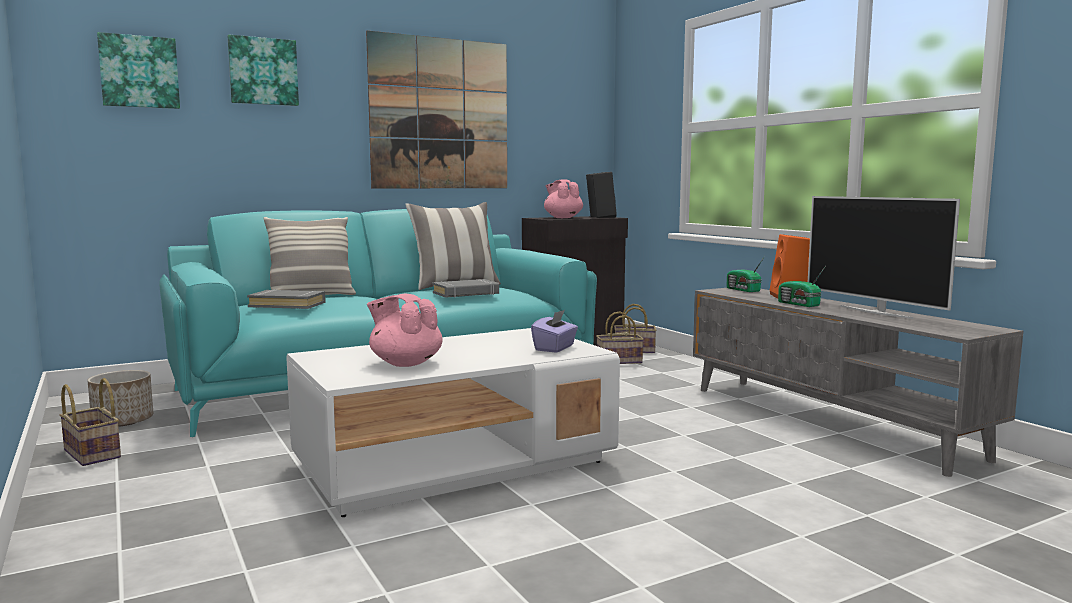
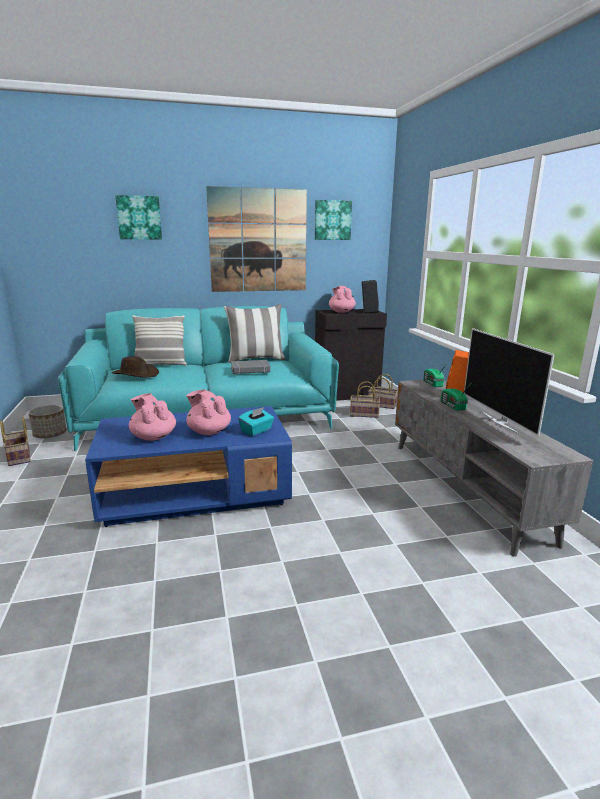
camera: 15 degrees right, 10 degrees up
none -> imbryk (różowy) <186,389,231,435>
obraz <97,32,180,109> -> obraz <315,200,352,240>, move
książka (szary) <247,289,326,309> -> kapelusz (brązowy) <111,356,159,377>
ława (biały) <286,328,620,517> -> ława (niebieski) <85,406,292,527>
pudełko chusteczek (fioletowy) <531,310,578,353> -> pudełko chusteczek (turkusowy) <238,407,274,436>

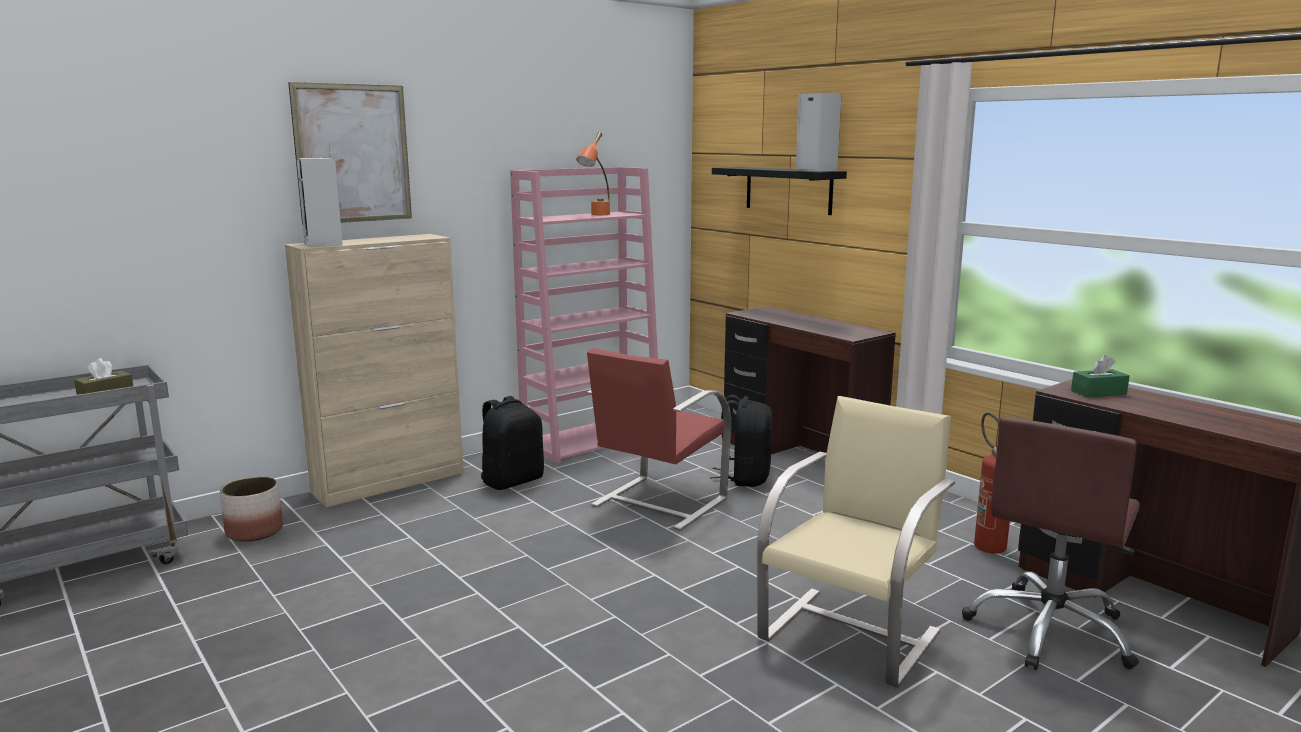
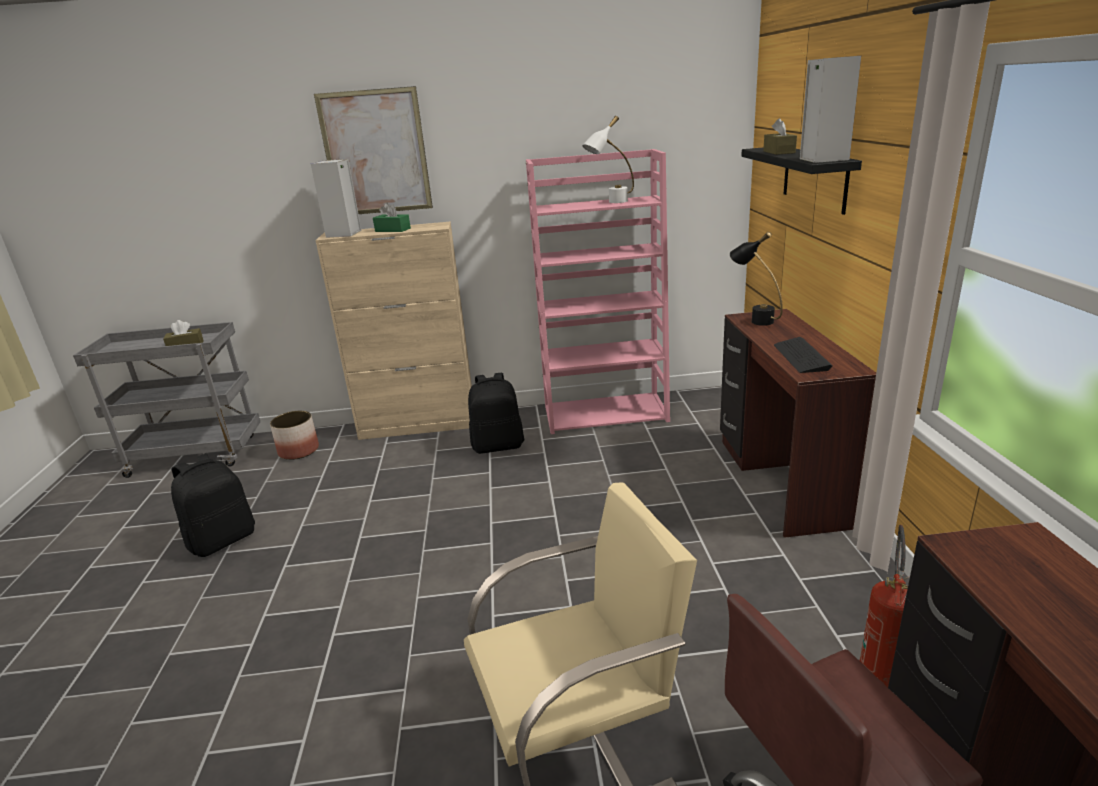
camera: 35 degrees right, 10 degrees up
krzesło (czerwony) <587,348,731,531> -> none
none -> lampa stołowa (czarny) <730,232,783,326>
none -> pudełko chusteczek (brązowy) <763,118,797,155>
none -> klawiatura <774,337,832,373>
plecak (czarny) <710,395,772,487> -> plecak (czarny) <171,453,255,557>, move
pudełko chusteczek (zielony) <1071,355,1130,398> -> pudełko chusteczek (zielony) <373,202,411,232>, move
lampa stołowa (pomarańczowy) <576,132,610,215> -> lampa stołowa (biały) <582,116,634,203>

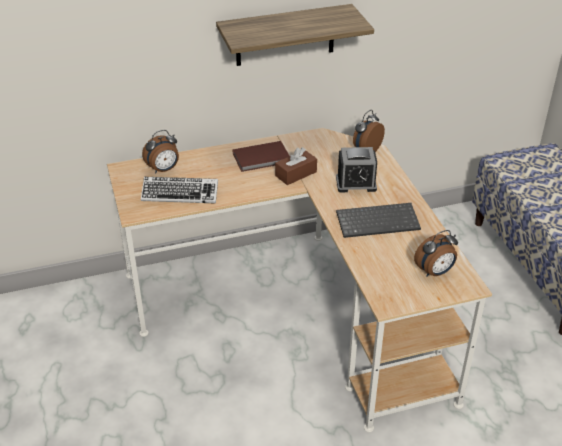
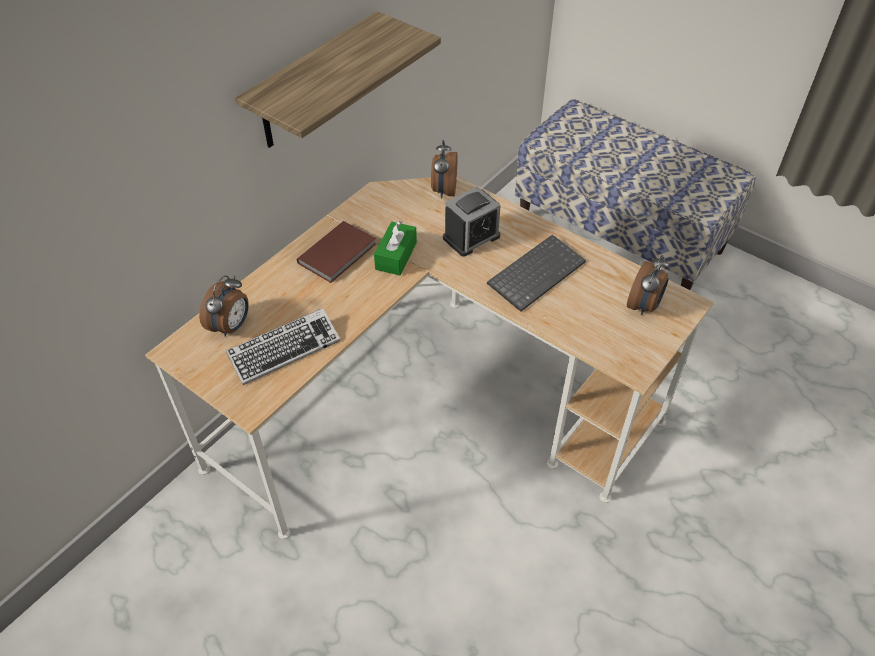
camera: 35 degrees left, 10 degrees up
pudełko chusteczek (brązowy) <275,147,317,185> -> pudełko chusteczek (zielony) <374,221,417,275>

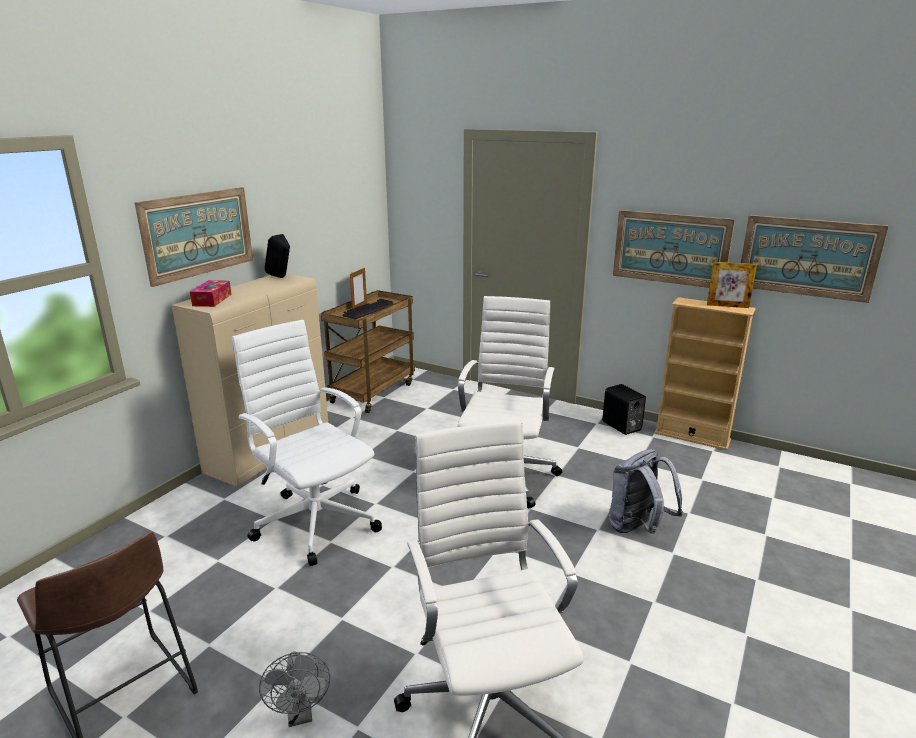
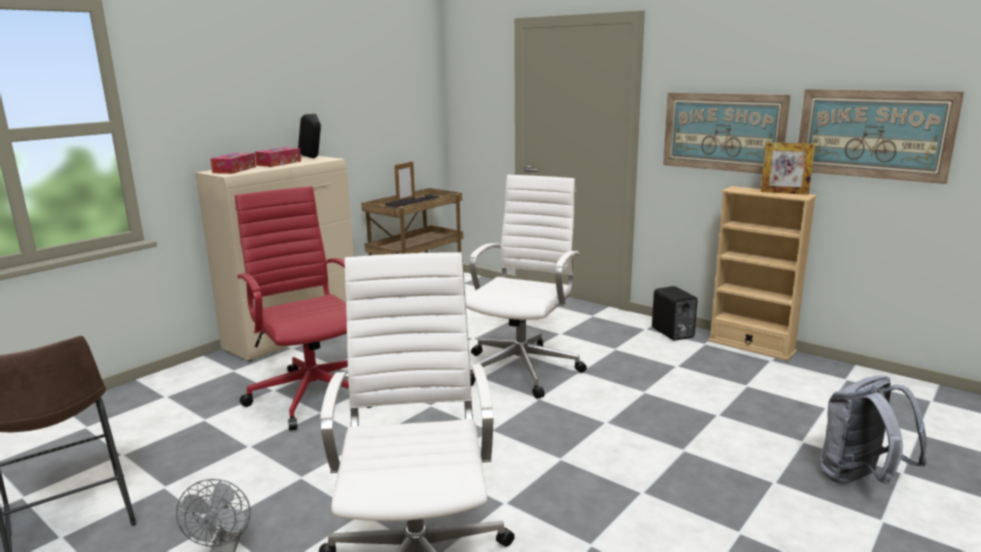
camera: 10 degrees right, 5 degrees down
obraz <135,187,253,287> -> none
none -> pudełko chusteczek <255,147,301,167>
plecak (szary) <609,449,683,534> -> plecak (szary) <820,376,927,484>, move
krzesło biurowe (biały) <232,319,382,566> -> krzesło biurowe (czerwony) <235,186,371,431>

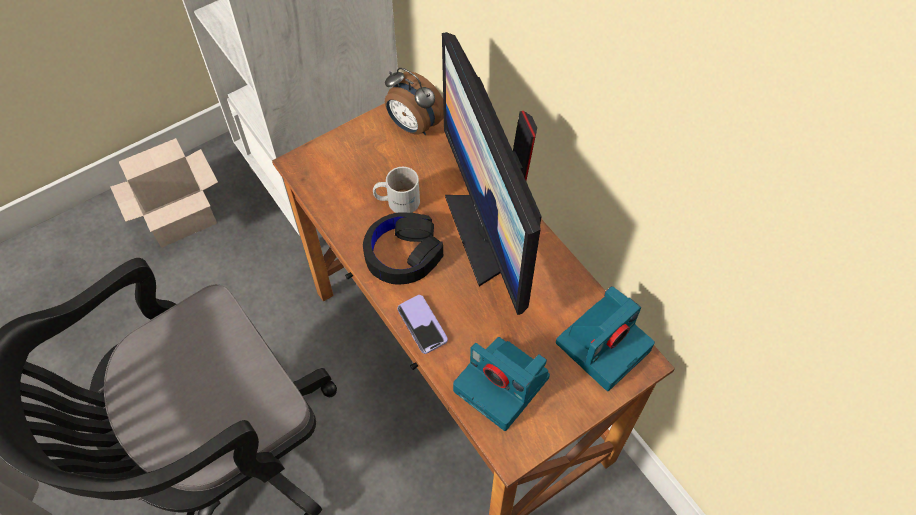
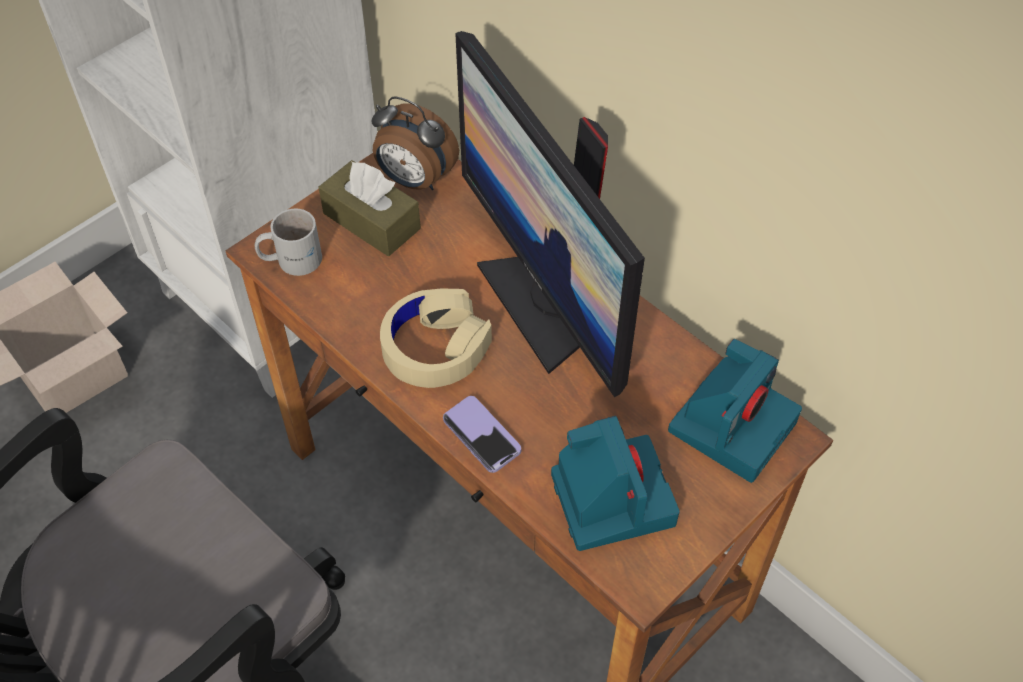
camera: 10 degrees left, 5 degrees down
none -> pudełko chusteczek (brązowy) <319,160,421,256>
kubek (biały) <373,167,420,213> -> kubek (biały) <254,208,322,276>, move
słuchawki (czarny) <363,212,443,285> -> słuchawki (beżowy) <380,288,492,388>
aparat fotograficzny <453,337,550,431> -> aparat fotograficzny <551,416,680,551>, 135 degrees counterclockwise

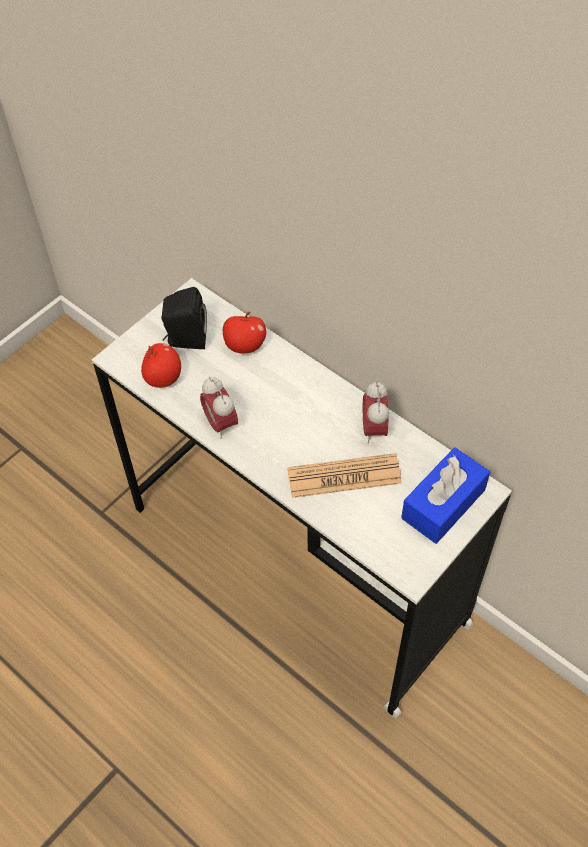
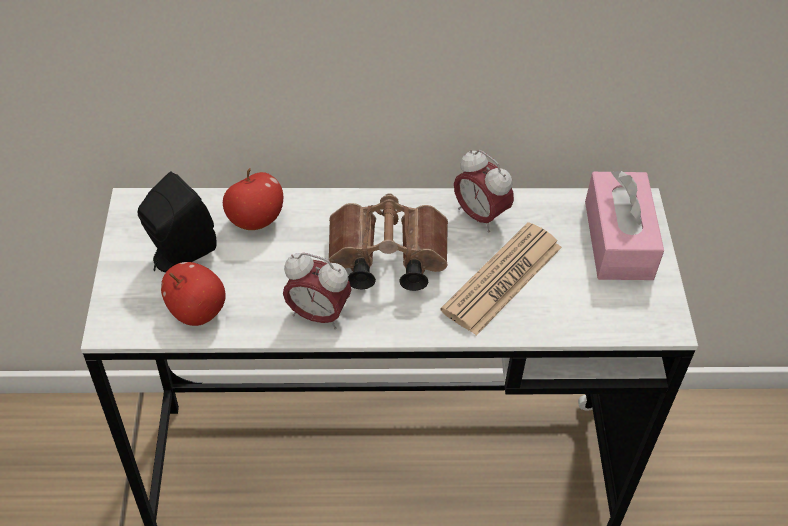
camera: 45 degrees left, 5 degrees down
none -> lornetka (brązowy) <328,193,448,291>
pudełko chusteczek (niebieski) <401,447,490,544> -> pudełko chusteczek (różowy) <585,170,664,280>

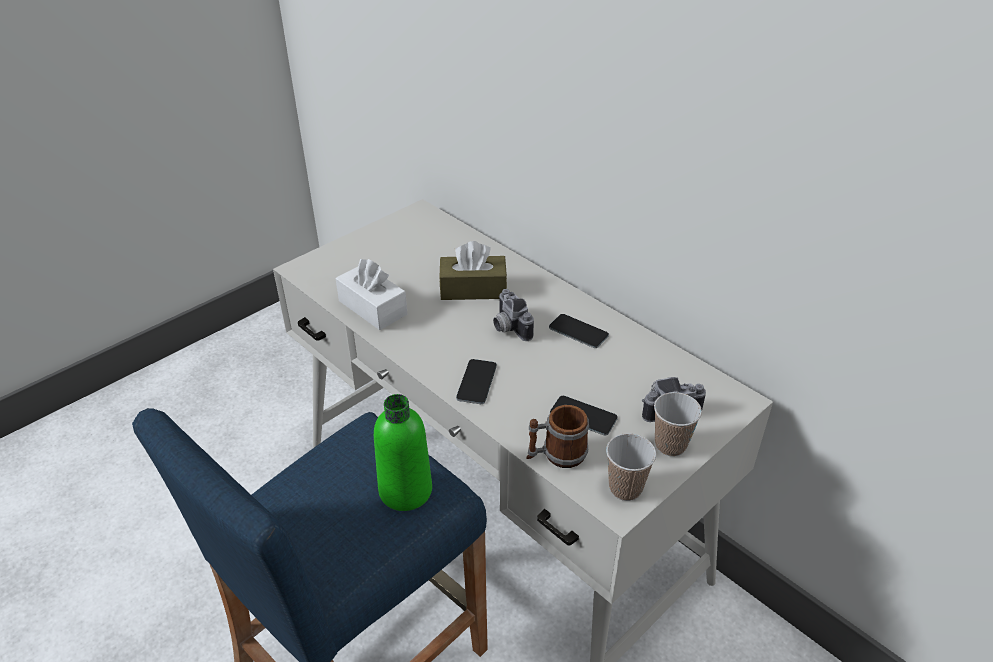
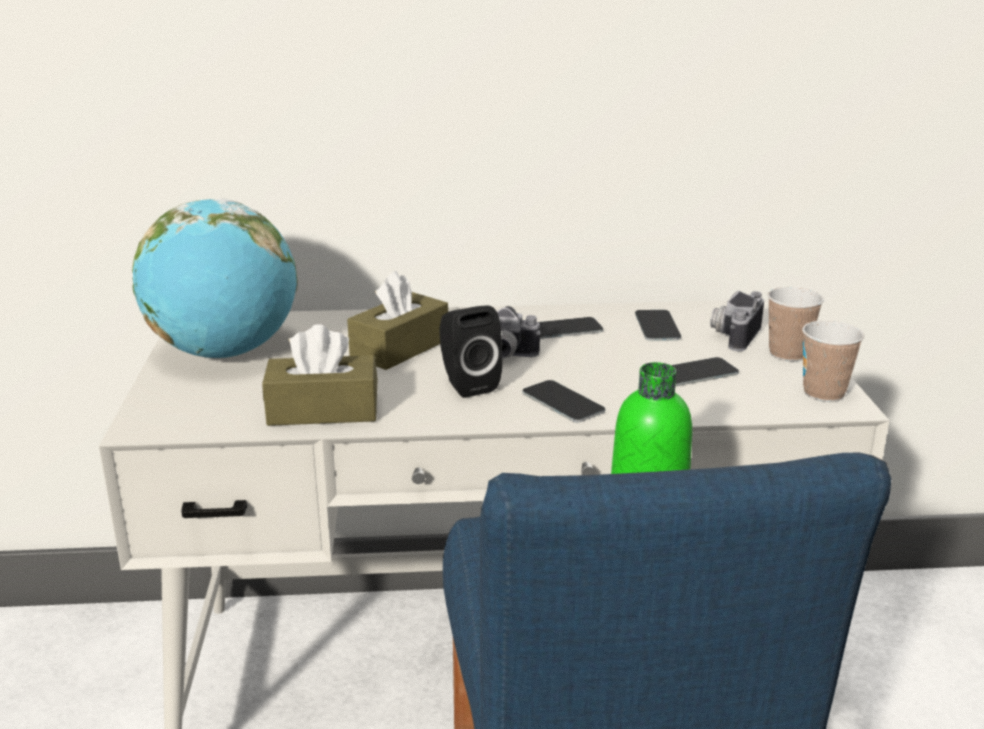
camera: 50 degrees left, 15 degrees down
kubek <526,405,589,468> -> none
none -> globus <132,199,298,358>
none -> głośnik (czarny) <440,306,502,398>
none -> telefon <635,310,681,341>
pudełko chusteczek (biały) <336,259,407,330> -> pudełko chusteczek (brązowy) <262,324,377,426>

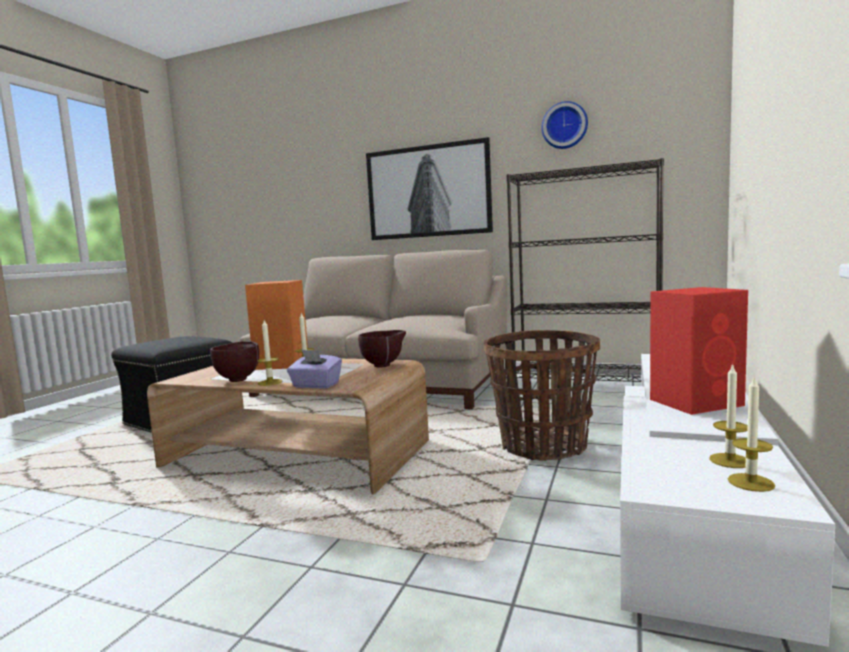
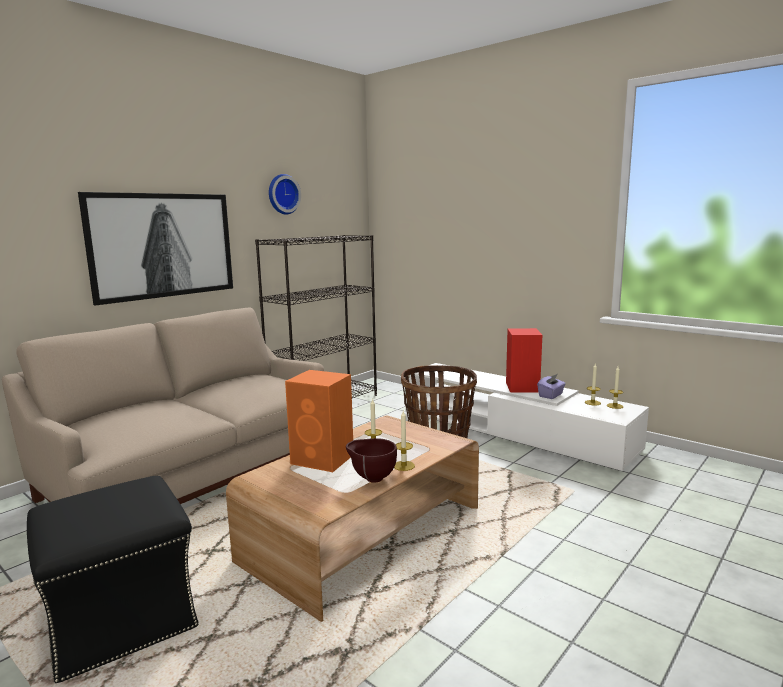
camera: 70 degrees left, 5 degrees up
miska (brązowy) <358,330,406,367> -> none
pudełko chusteczek (fioletowy) <287,349,342,389> -> pudełko chusteczek (fioletowy) <537,374,566,399>, move

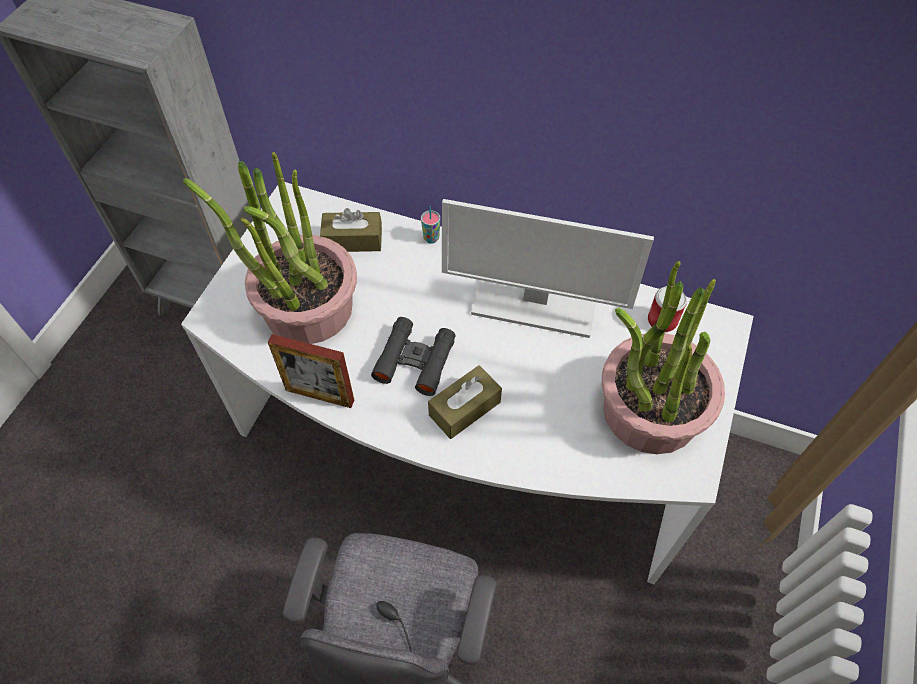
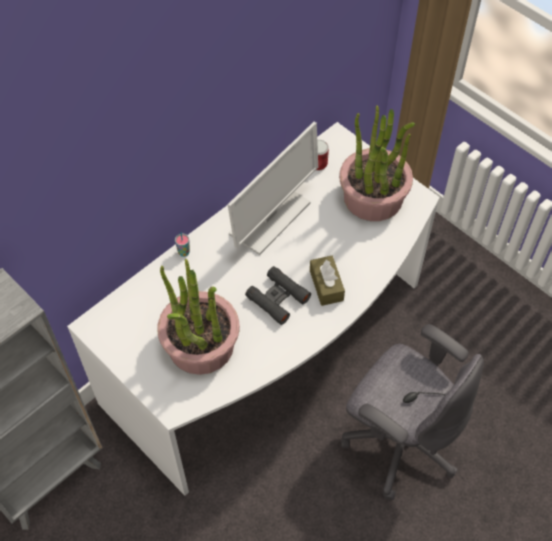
camera: 65 degrees left, 0 degrees up
ramka na zdjęcie <268,334,354,408> -> none
pudełko chusteczek (brązowy) <320,208,382,252> -> none

